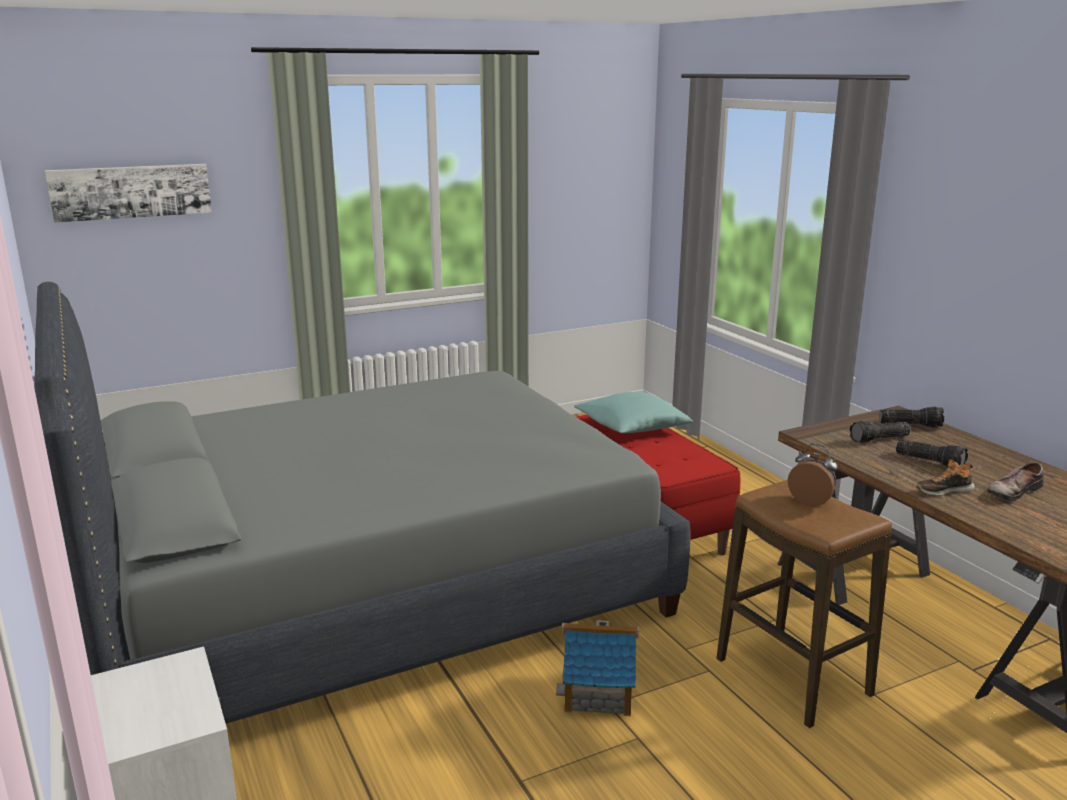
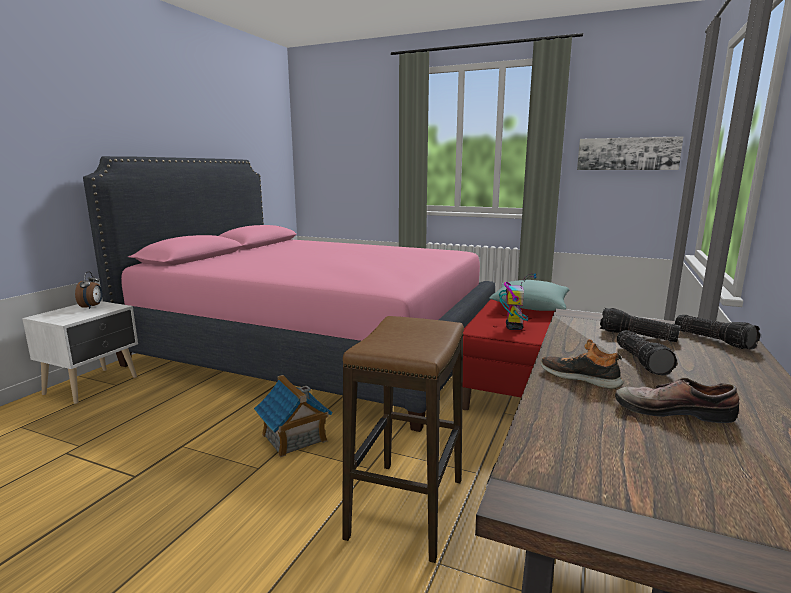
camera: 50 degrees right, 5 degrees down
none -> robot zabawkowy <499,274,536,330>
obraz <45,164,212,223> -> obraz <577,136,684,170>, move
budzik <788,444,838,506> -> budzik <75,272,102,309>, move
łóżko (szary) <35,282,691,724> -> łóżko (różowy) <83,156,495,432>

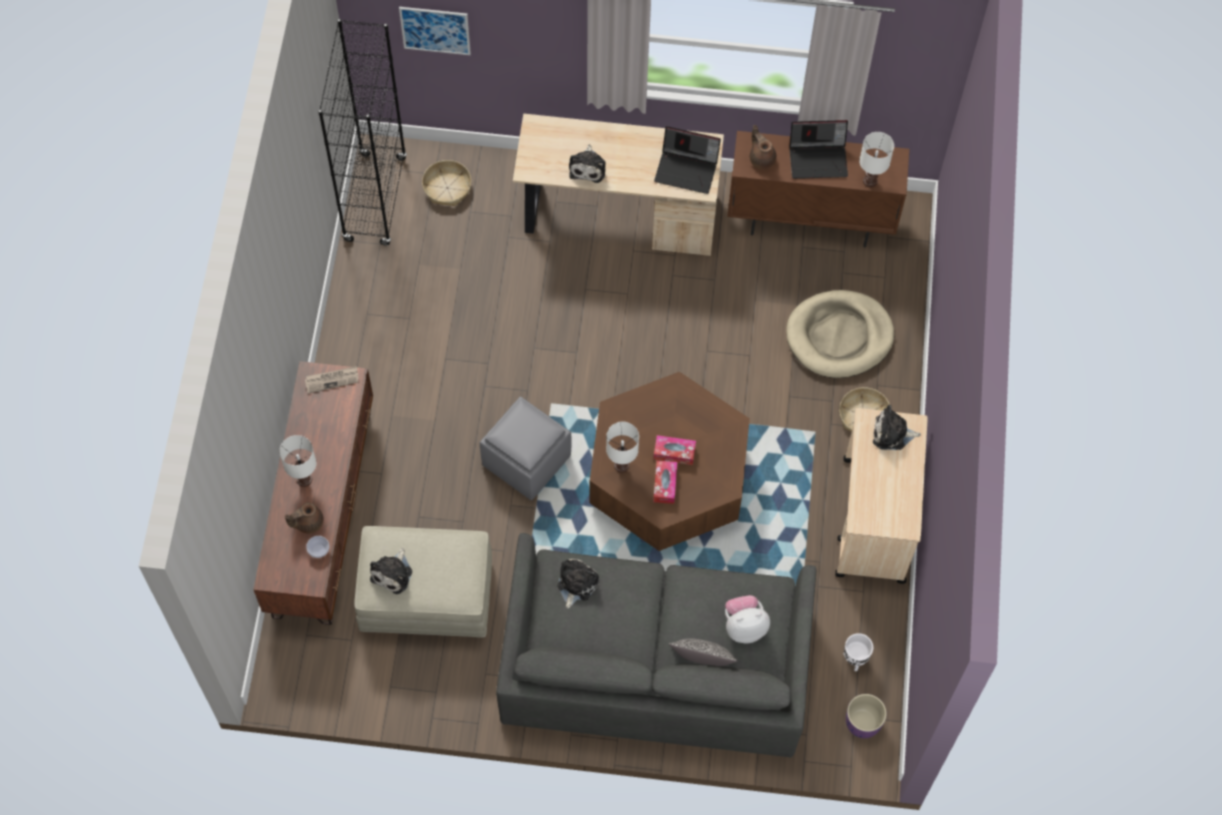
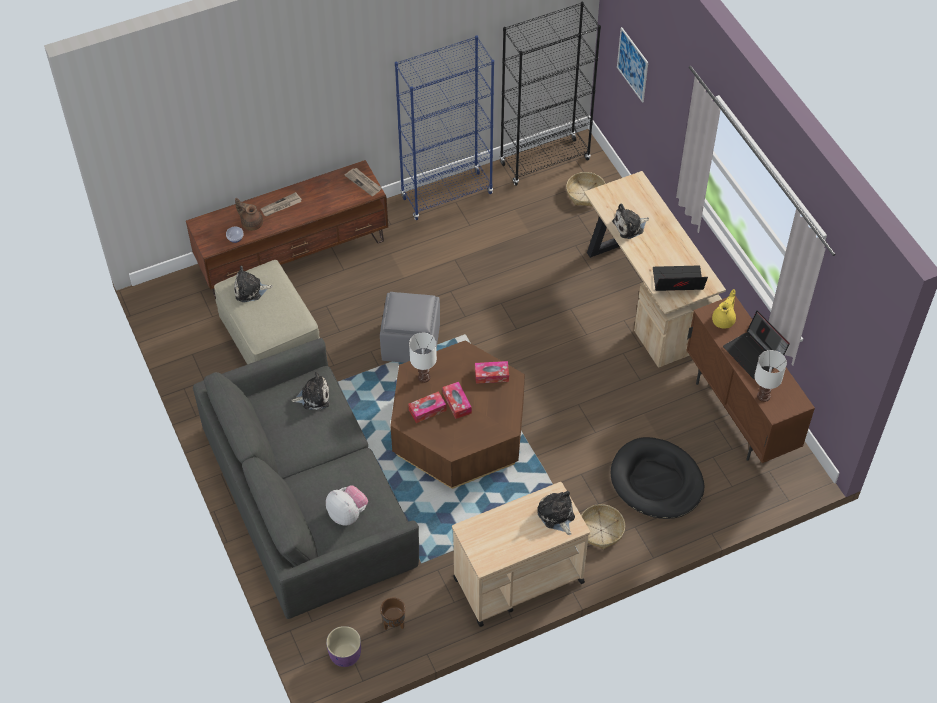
camera: 60 degrees right, 10 degrees down
poduszka <669,638,738,666> -> none
none -> regał (niebieski) <395,36,494,220>
none -> pudełko chusteczek <475,361,509,384>
lampa stołowa (biały) <279,435,316,487> -> gazeta <261,192,302,216>
imbryk (brązowy) <750,125,776,169> -> imbryk (żółty) <712,289,736,329>
legowisko (beżowy) <786,290,894,378> -> legowisko (czarny) <611,437,704,519>
donica (biały) <843,633,873,671> -> donica (brązowy) <380,597,405,630>
laptop <654,126,721,194> -> laptop <653,265,708,291>, 105 degrees clockwise

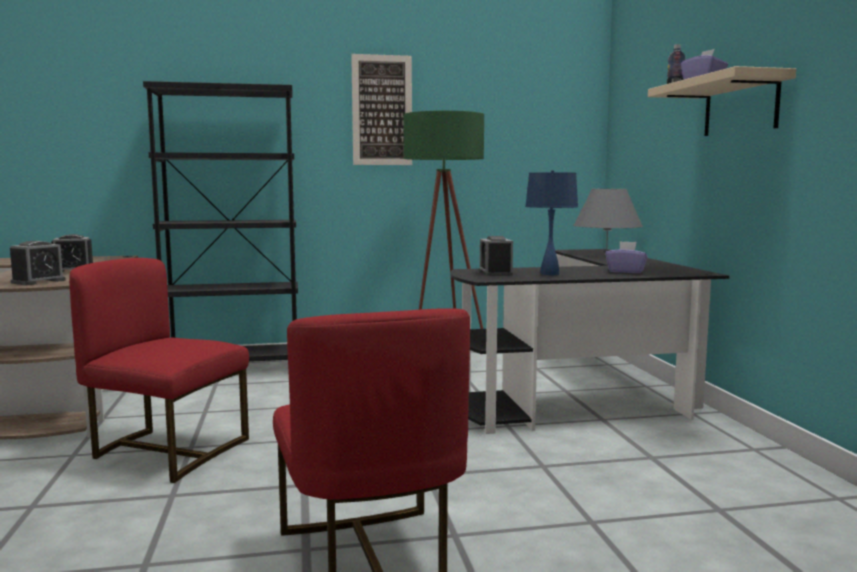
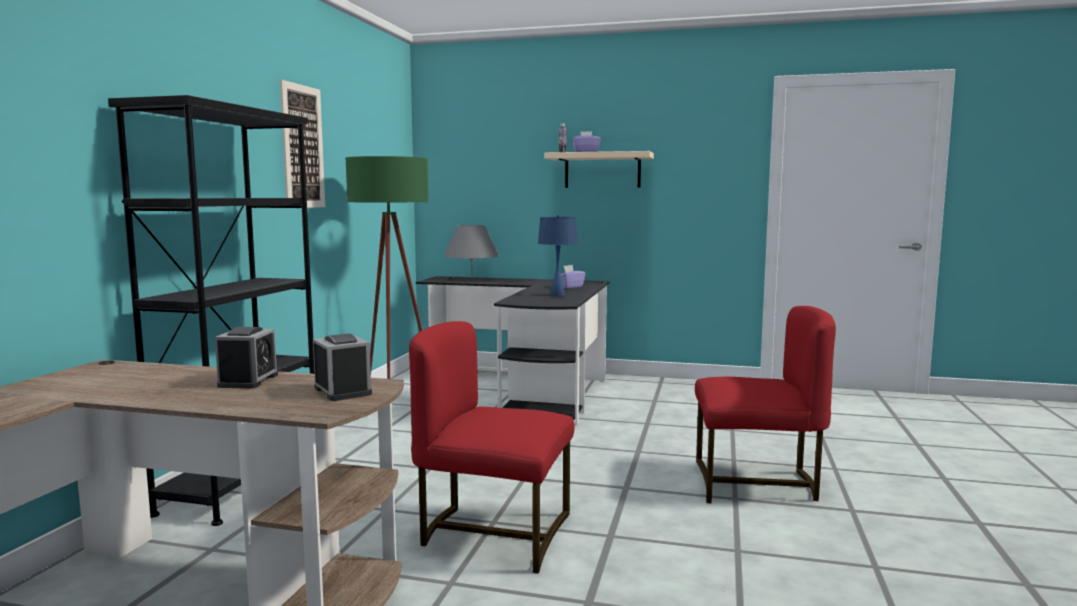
camera: 65 degrees left, 0 degrees up
budzik <479,236,513,276> -> none
krzesło (czerwony) <69,258,249,483> -> krzesło (czerwony) <409,321,575,574>, 60 degrees clockwise

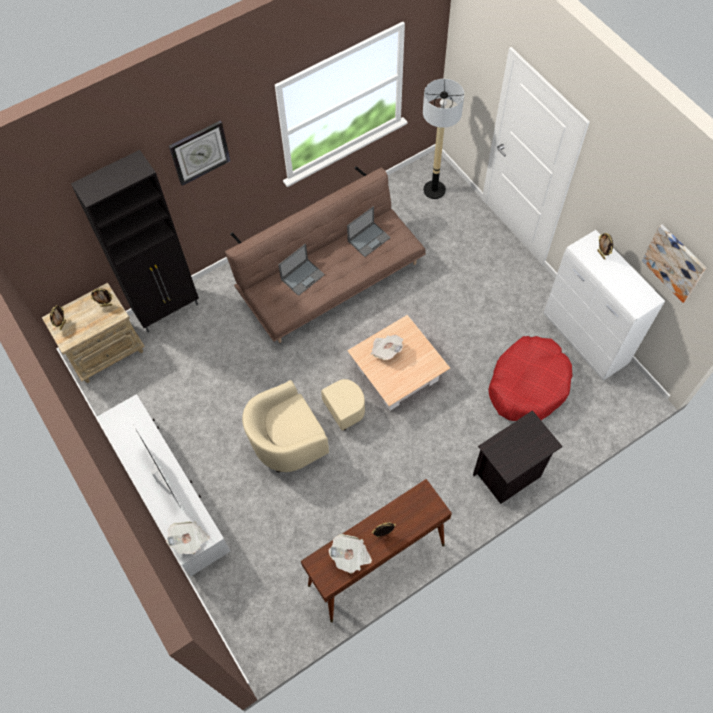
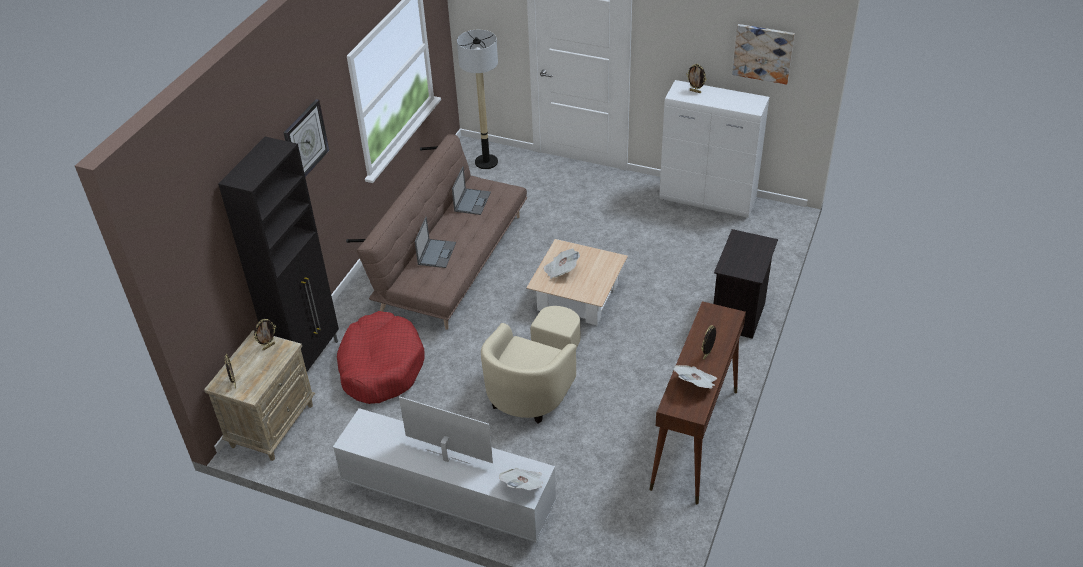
camera: 35 degrees left, 20 degrees down
legowisko (czerwony) <488,336,573,421> -> legowisko (czerwony) <337,311,425,404>, move

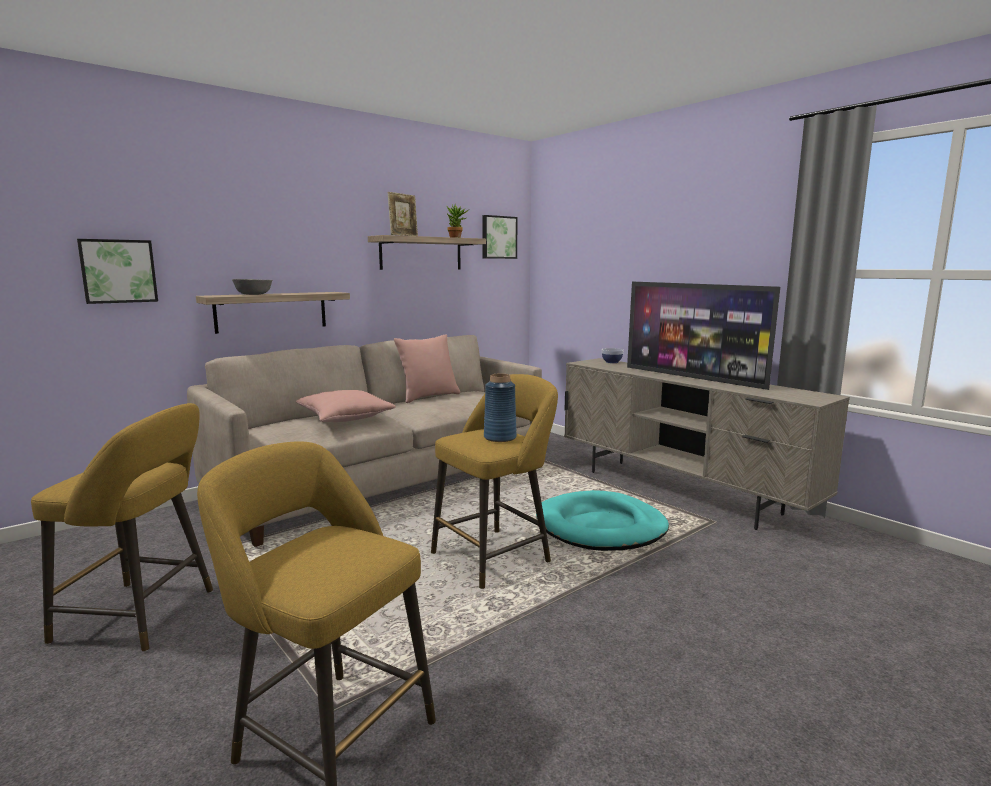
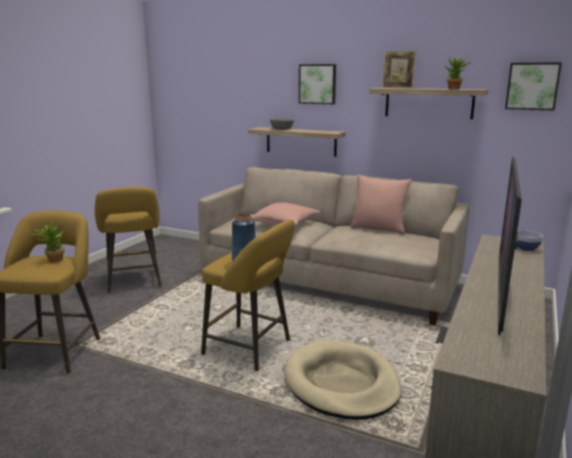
camera: 65 degrees right, 5 degrees up
none -> roślina doniczkowa <33,222,64,262>
obraz <77,239,158,304> -> obraz <299,64,336,104>, move
legowisko (turkusowy) <536,490,669,551> -> legowisko (beżowy) <284,340,402,420>

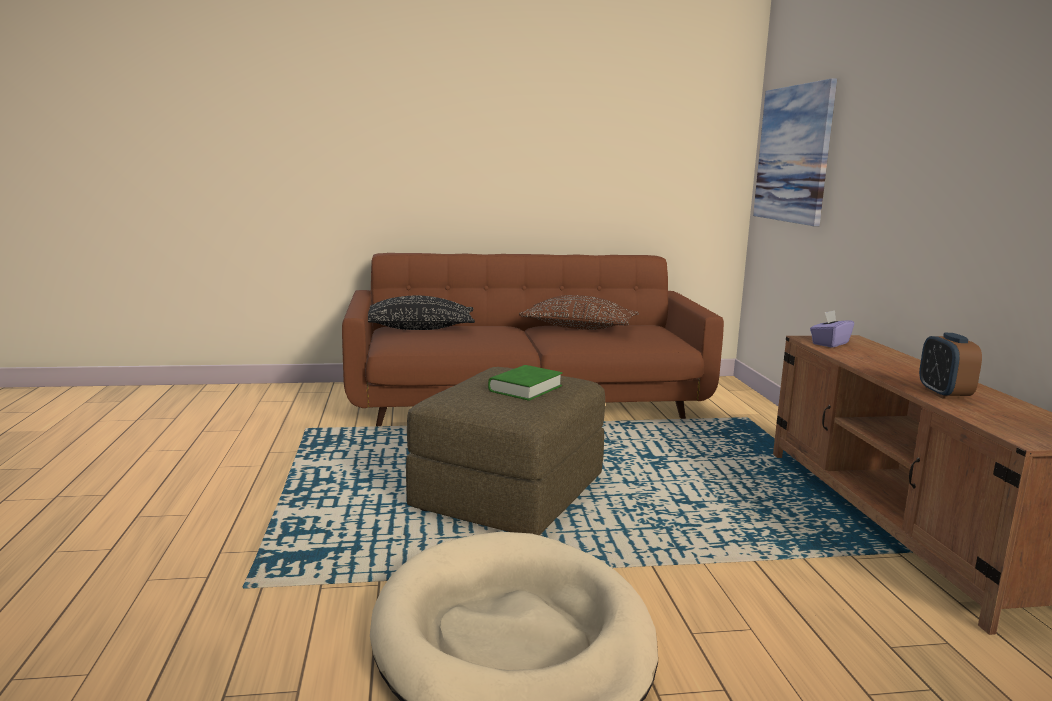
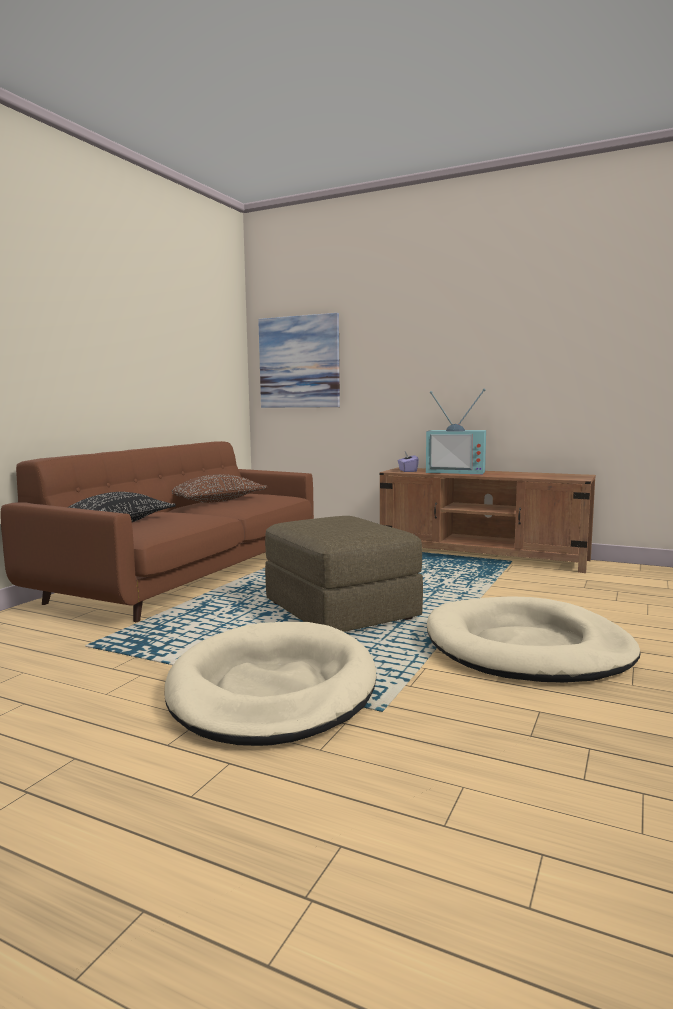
camera: 55 degrees left, 5 degrees down
książka (zielony) <488,365,562,401> -> none
budzik <919,333,982,399> -> none
none -> legowisko (beżowy) <164,622,376,746>
none -> telewizor <426,388,486,474>

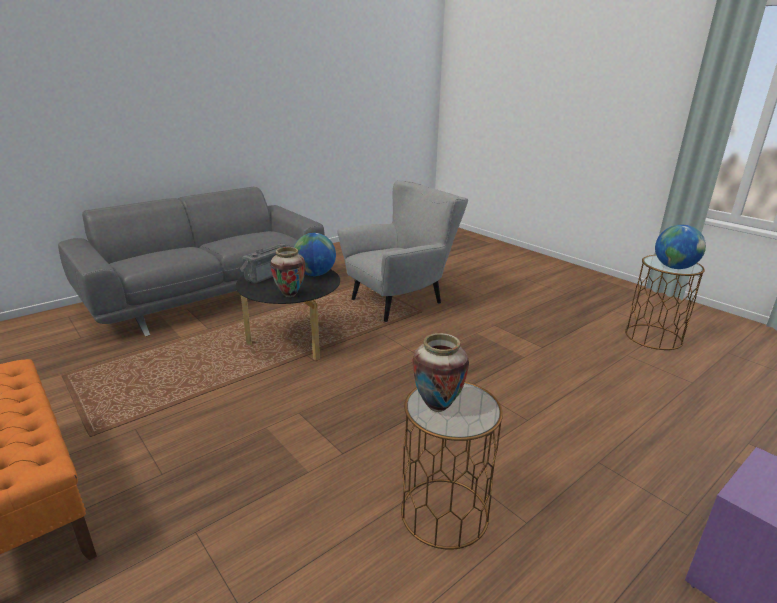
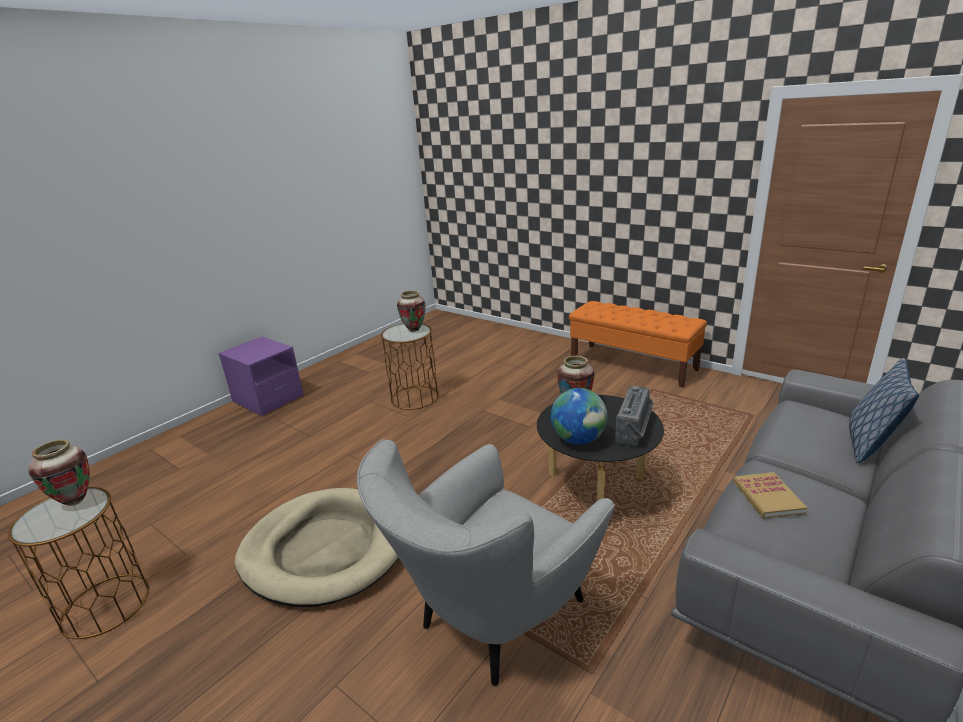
camera: 170 degrees right, 0 degrees up
none -> legowisko (beżowy) <235,488,399,607>
none -> książka <733,472,807,519>
none -> poduszka <849,358,919,463>
globus <655,225,706,269> -> wazon <28,439,90,506>

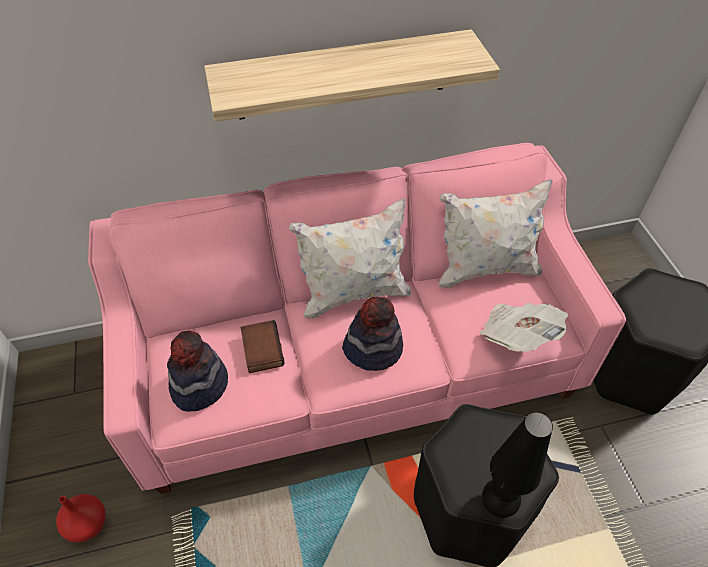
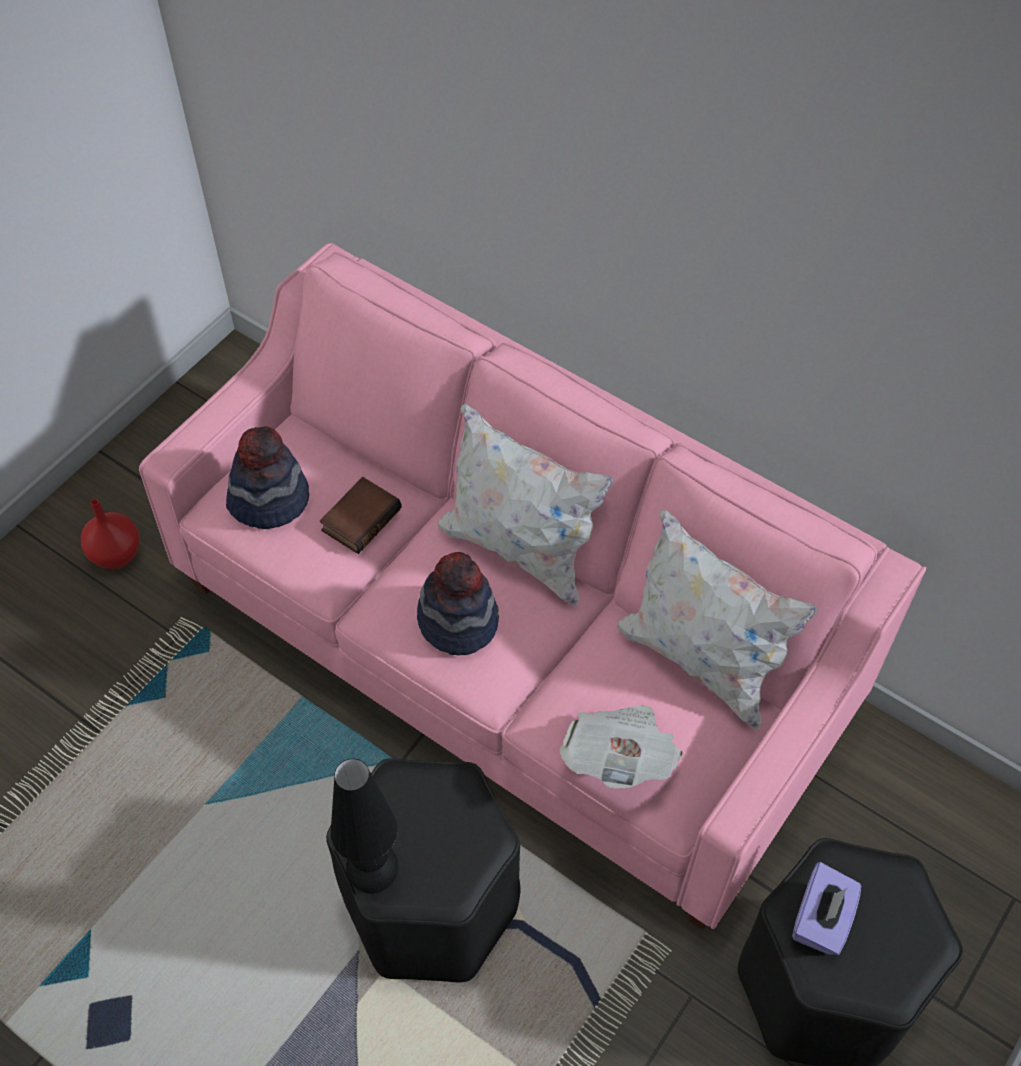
camera: 50 degrees right, 5 degrees up
półka <204,29,500,122> -> none
none -> pudełko chusteczek (fioletowy) <792,862,861,955>

